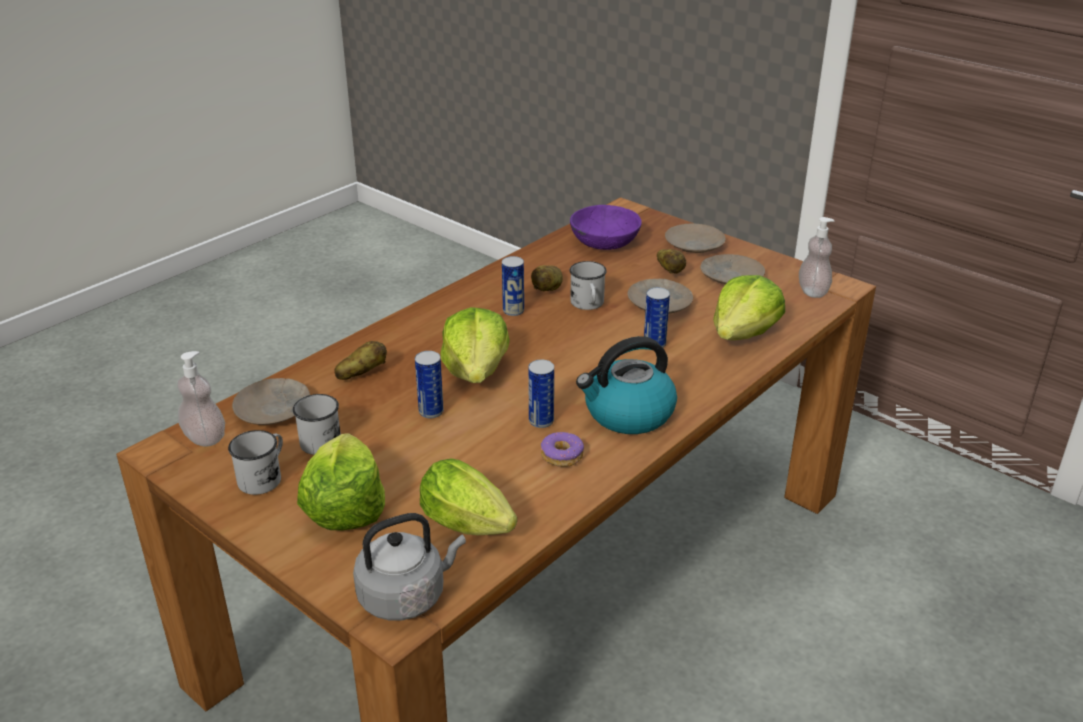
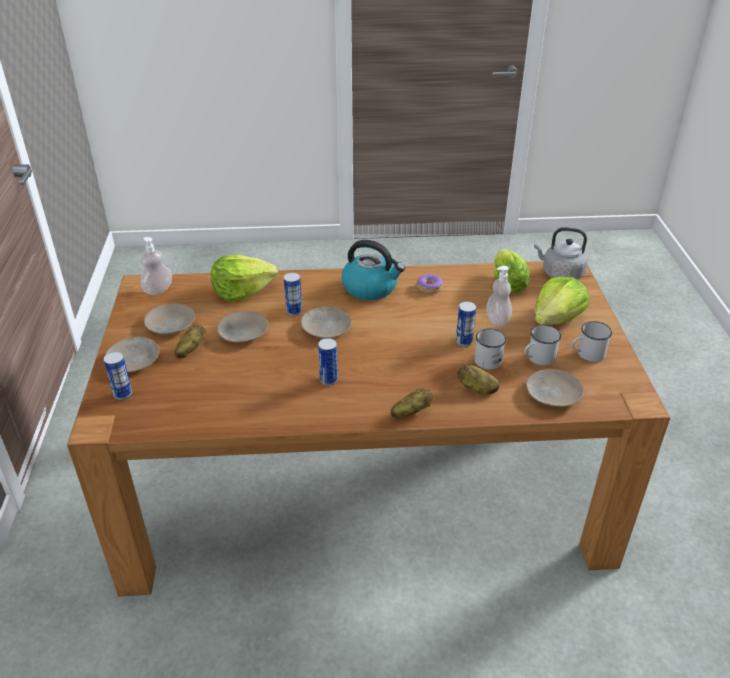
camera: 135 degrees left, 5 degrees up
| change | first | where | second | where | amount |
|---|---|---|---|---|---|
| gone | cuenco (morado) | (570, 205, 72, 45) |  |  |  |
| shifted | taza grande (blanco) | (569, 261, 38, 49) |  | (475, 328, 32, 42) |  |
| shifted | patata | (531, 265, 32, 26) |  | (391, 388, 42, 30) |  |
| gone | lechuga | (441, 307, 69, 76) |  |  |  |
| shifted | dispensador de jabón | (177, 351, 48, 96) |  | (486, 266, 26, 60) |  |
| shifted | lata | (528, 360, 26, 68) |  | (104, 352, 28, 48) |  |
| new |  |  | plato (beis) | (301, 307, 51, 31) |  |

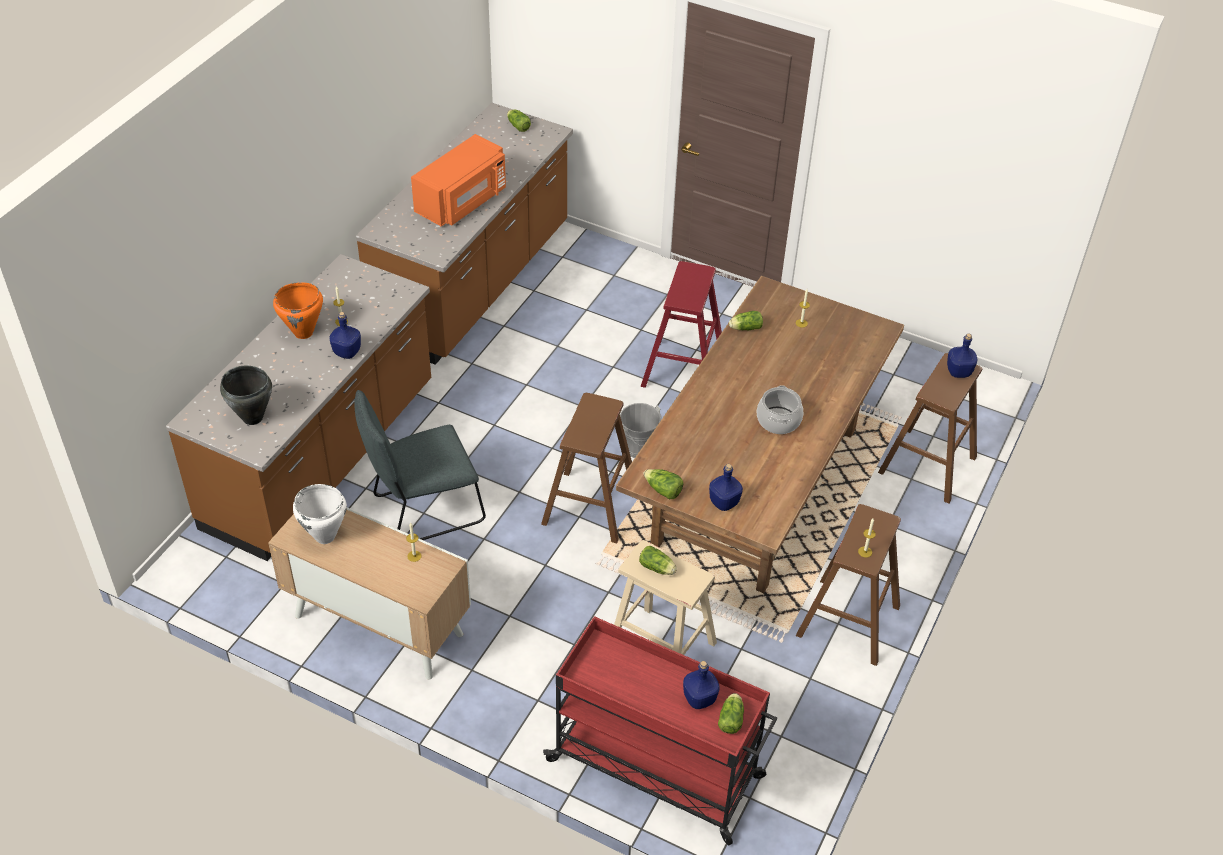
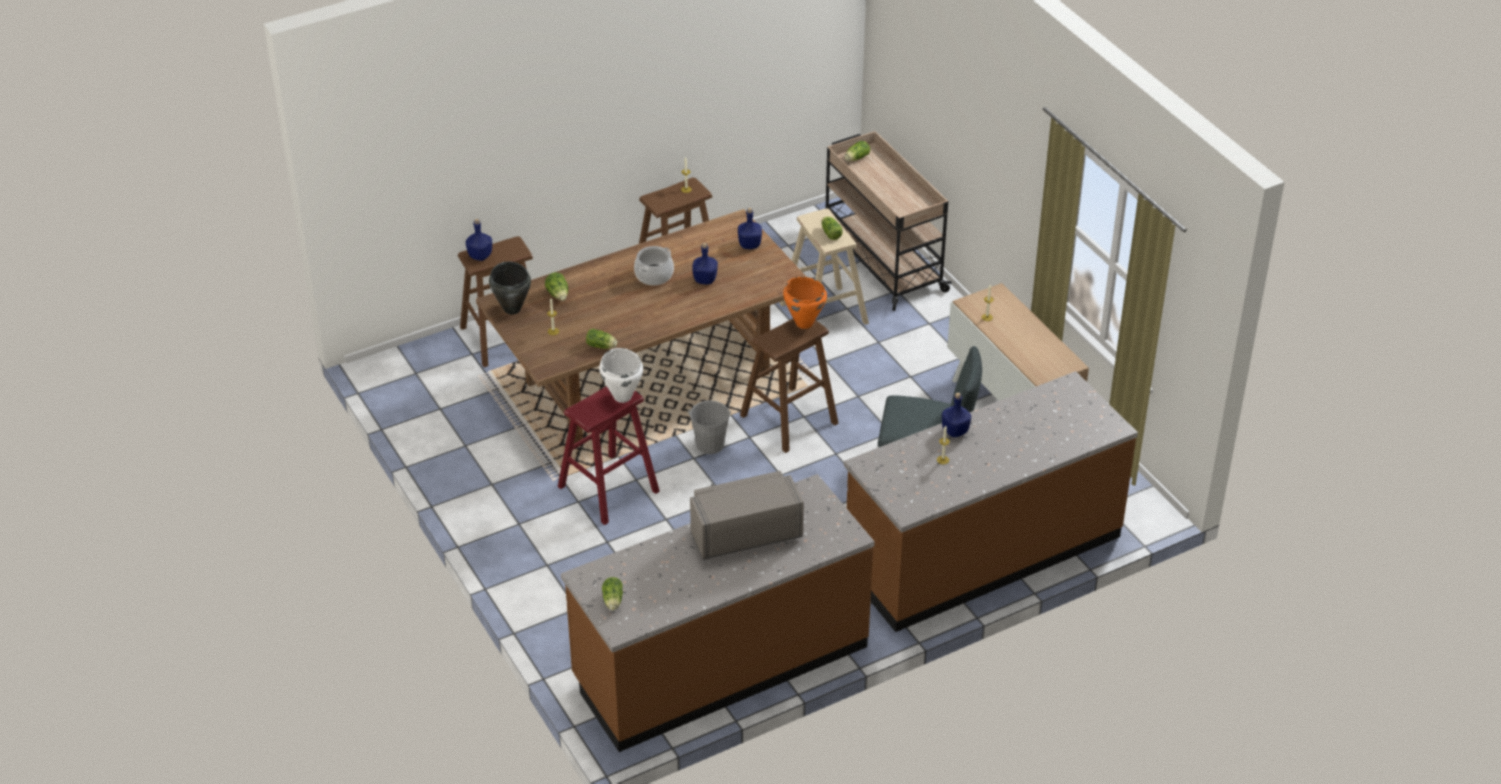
camera: 145 degrees left, 5 degrees down
| change | first | where | second | where | amount |
|---|---|---|---|---|---|
| repainted | microondas (naranja) | (411, 134, 95, 93) | microondas (gris) | (690, 471, 114, 89) |  |
| shifted | olla (naranja) | (273, 282, 50, 57) |  | (783, 277, 44, 52) |  |
| shifted | olla (negro) | (220, 366, 52, 59) |  | (489, 261, 42, 53) |  |
| shifted | lechuga | (643, 469, 41, 30) |  | (545, 272, 23, 29) |  |
| shifted | olla (blanco) | (293, 484, 54, 60) |  | (599, 348, 44, 55) |  |
| repainted | carrito (rojo) | (543, 616, 234, 229) | carrito (beis) | (826, 131, 126, 180) |  |
| shifted | botella (azul) | (683, 661, 37, 48) |  | (692, 243, 26, 41) |  |

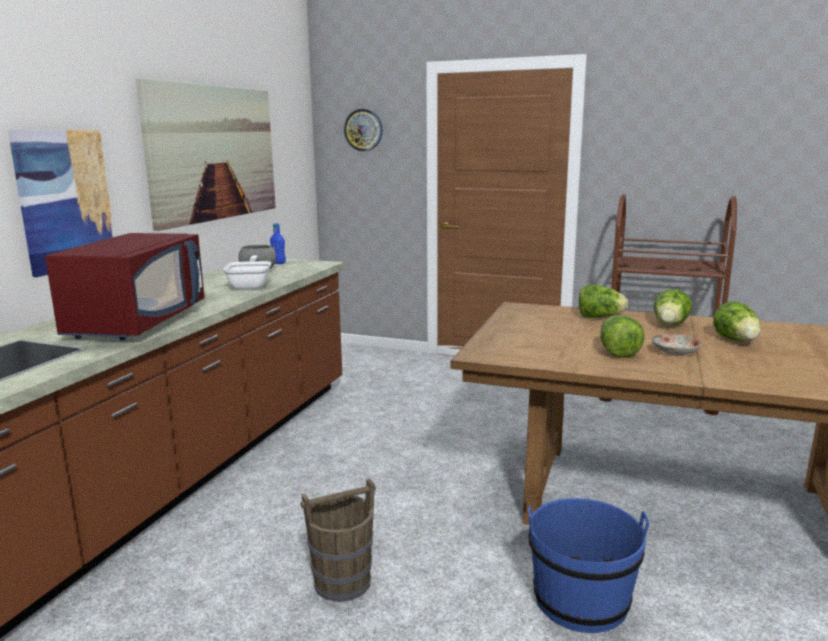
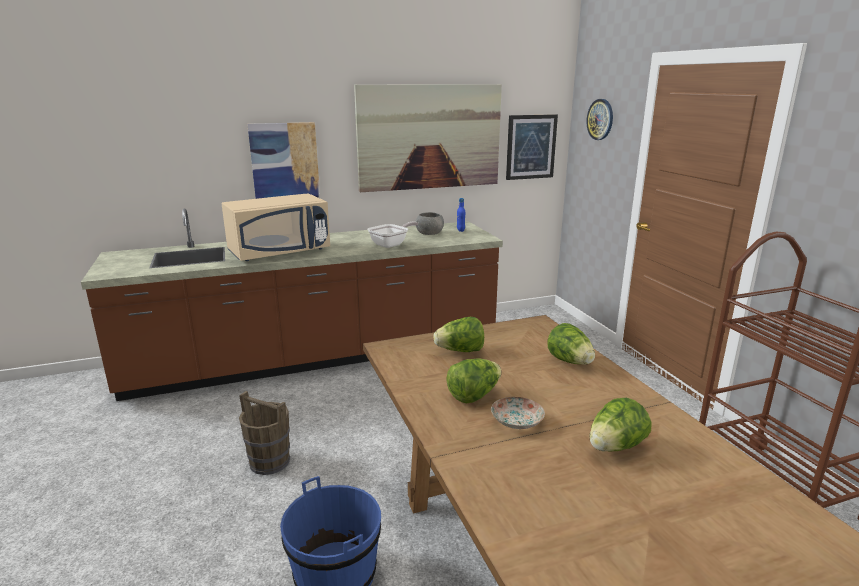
camera: 50 degrees right, 5 degrees up
| change | first | where | second | where | amount |
|---|---|---|---|---|---|
| repainted | microondas (rojo) | (45, 233, 159, 107) | microondas (beis) | (222, 193, 108, 68) |  |
| shifted | lechuga | (654, 289, 38, 36) |  | (434, 317, 50, 35) |  |
| new |  |  | cuadro | (506, 114, 52, 66) |  |

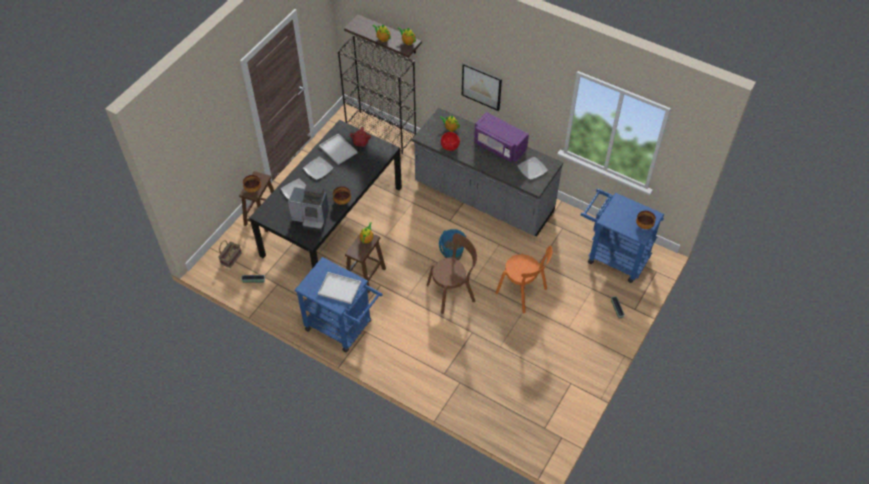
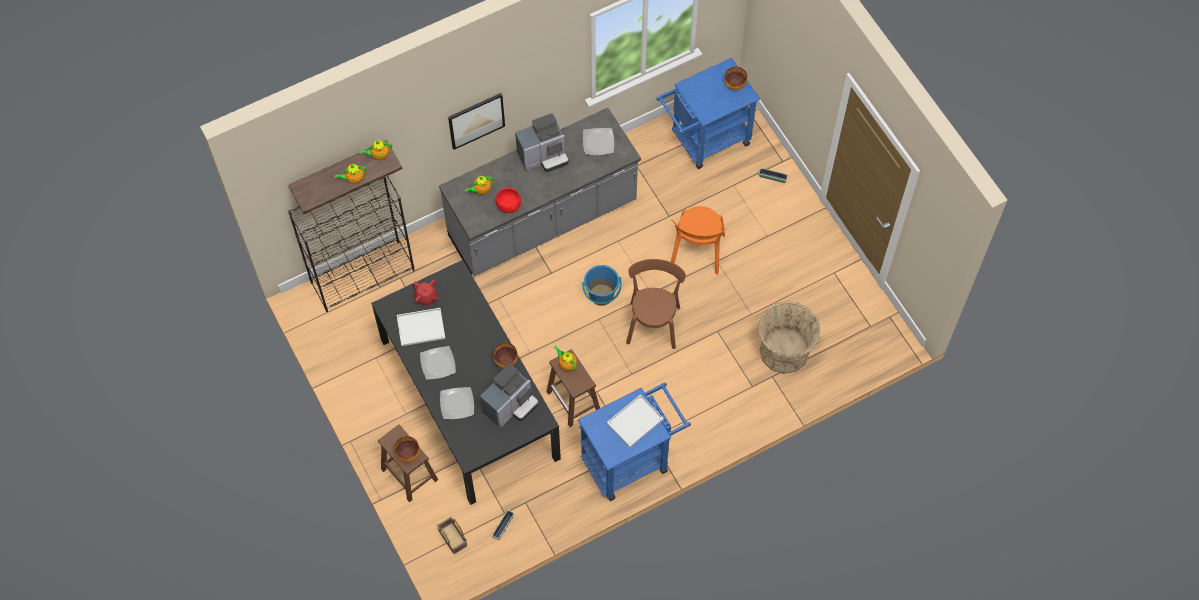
camera: 60 degrees left, 10 degrees up
| change | first | where | second | where | amount |
|---|---|---|---|---|---|
| swapped | microondas (morado) | (474, 112, 55, 50) | cafetera | (515, 113, 54, 59) |  |
| rotated | silla (naranja) | (496, 246, 56, 67) |  | (671, 206, 56, 69) | 120 degrees clockwise |
| new |  |  | cesta | (758, 301, 62, 73) |  |

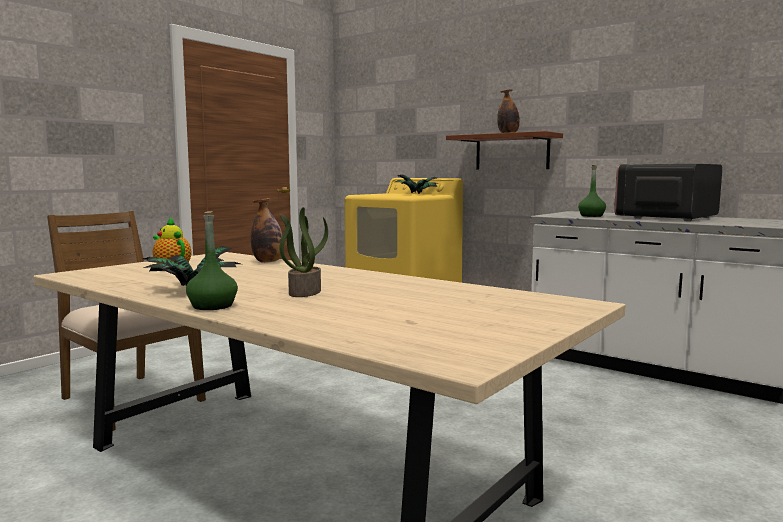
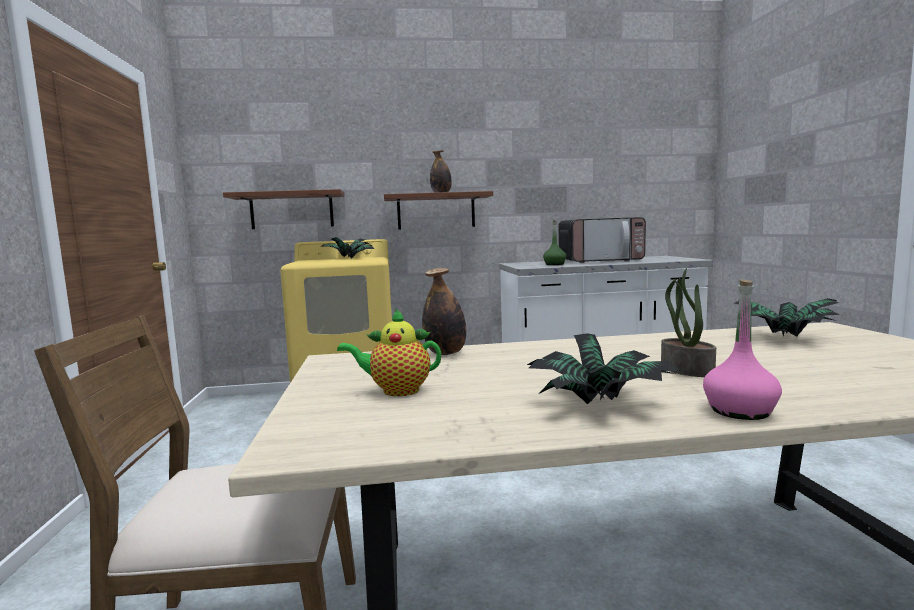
camera: 45 degrees left, 0 degrees up
| change | first | where | second | where | amount |
|---|---|---|---|---|---|
| rotated | microondas | (614, 164, 108, 57) |  | (558, 217, 88, 46) | 90 degrees counterclockwise |
| repainted | botella (verde) | (186, 211, 52, 99) | botella (rosa) | (703, 280, 79, 140) |  |
| new |  |  | estante (marrón) | (223, 189, 122, 40) |  |
| new |  |  | planta en maceta | (734, 298, 106, 39) |  |

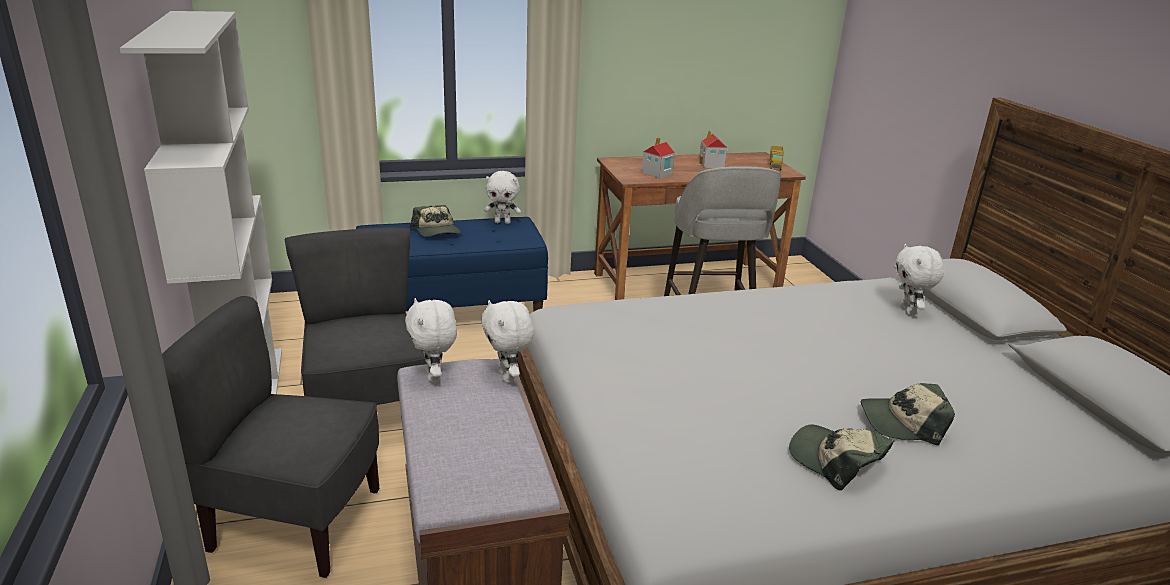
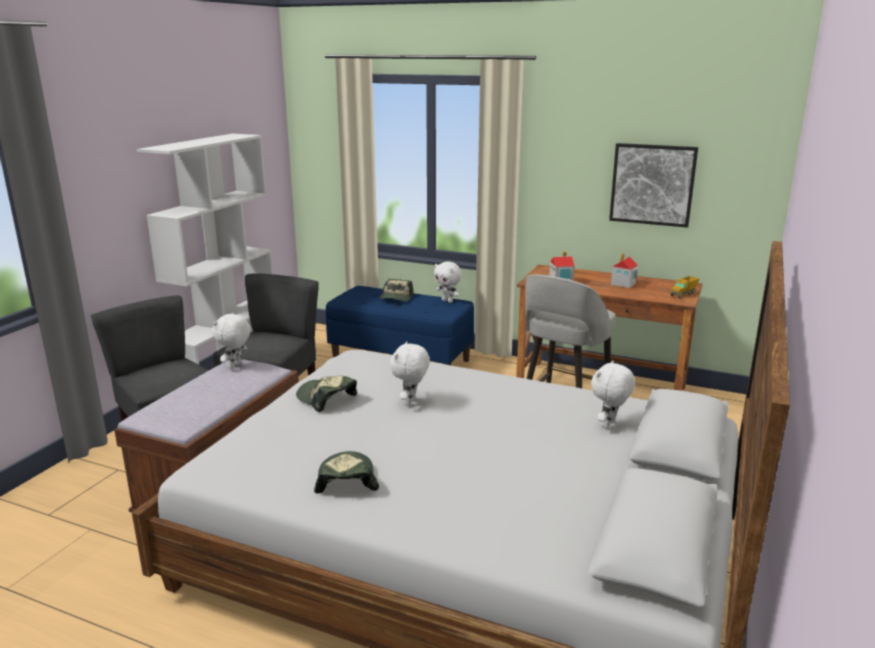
camera: 40 degrees right, 5 degrees down
| change | first | where | second | where | amount |
|---|---|---|---|---|---|
| shifted | peluche (blanco) | (481, 300, 53, 83) |  | (390, 341, 40, 65) |  |
| shifted | gorra | (861, 383, 94, 62) |  | (296, 376, 61, 36) |  |
| new |  |  | cuadro | (609, 143, 89, 85) |  |

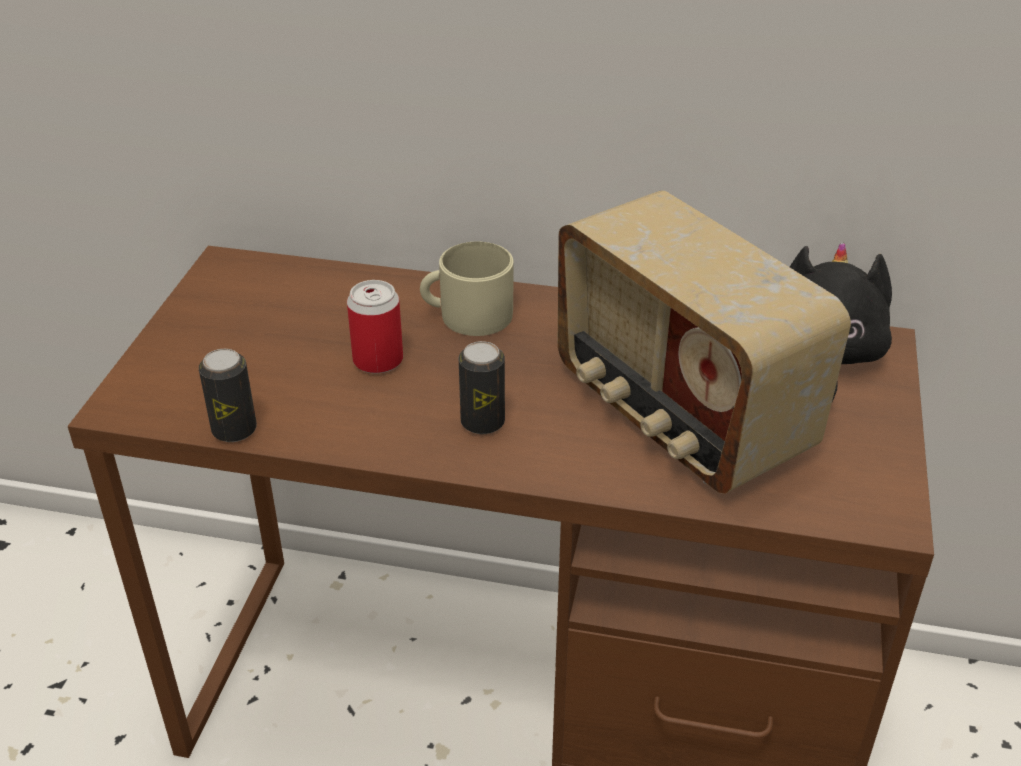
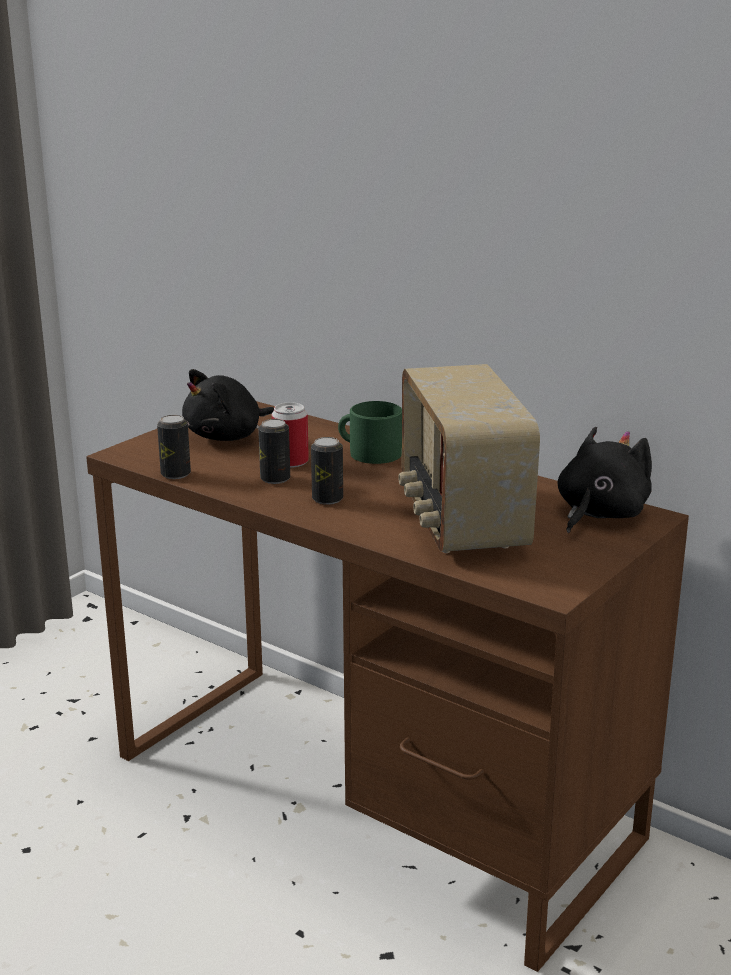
camera: 25 degrees right, 15 degrees down
| change | first | where | second | where | amount |
|---|---|---|---|---|---|
| repainted | taza grande (beis) | (420, 242, 93, 94) | taza grande (verde) | (338, 401, 64, 63) |  |
| new |  |  | peluche (negro) | (182, 369, 92, 72) |  |
| new |  |  | lata | (258, 419, 32, 65) |  |

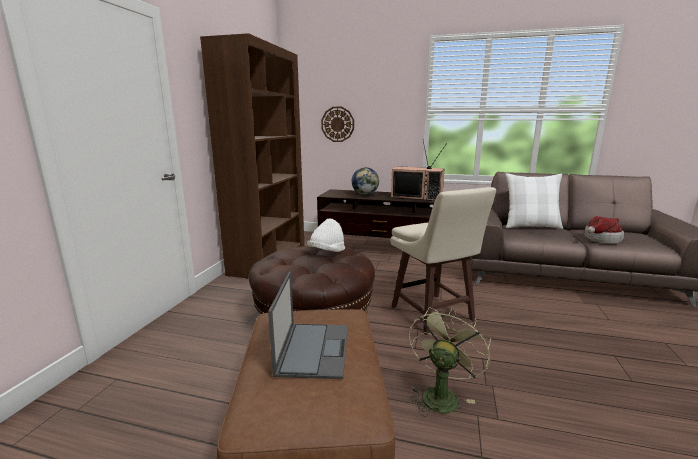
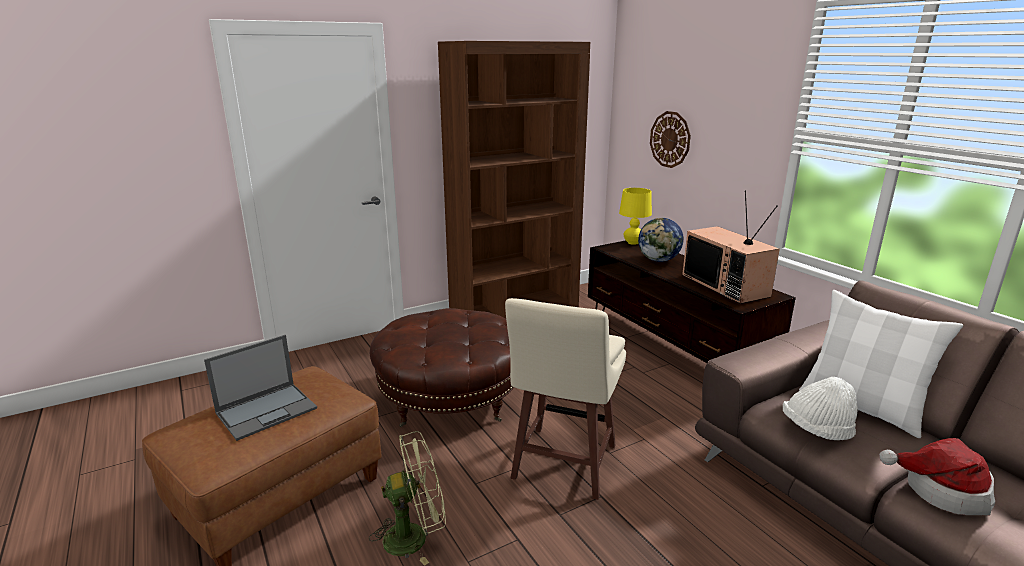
camera: 45 degrees right, 5 degrees up
| change | first | where | second | where | amount |
|---|---|---|---|---|---|
| shifted | sombrero (blanco) | (307, 218, 38, 34) |  | (783, 377, 75, 63) |  |
| new |  |  | lámpara de mesa (amarillo) | (619, 188, 33, 57) |  |

